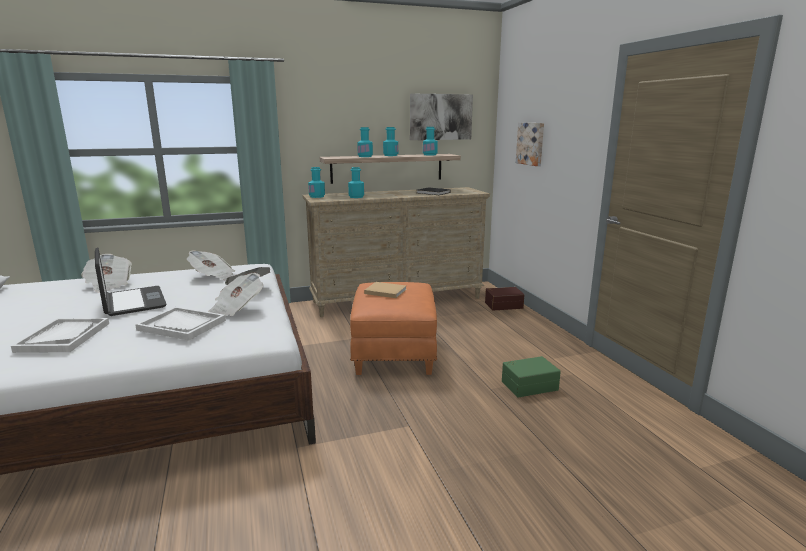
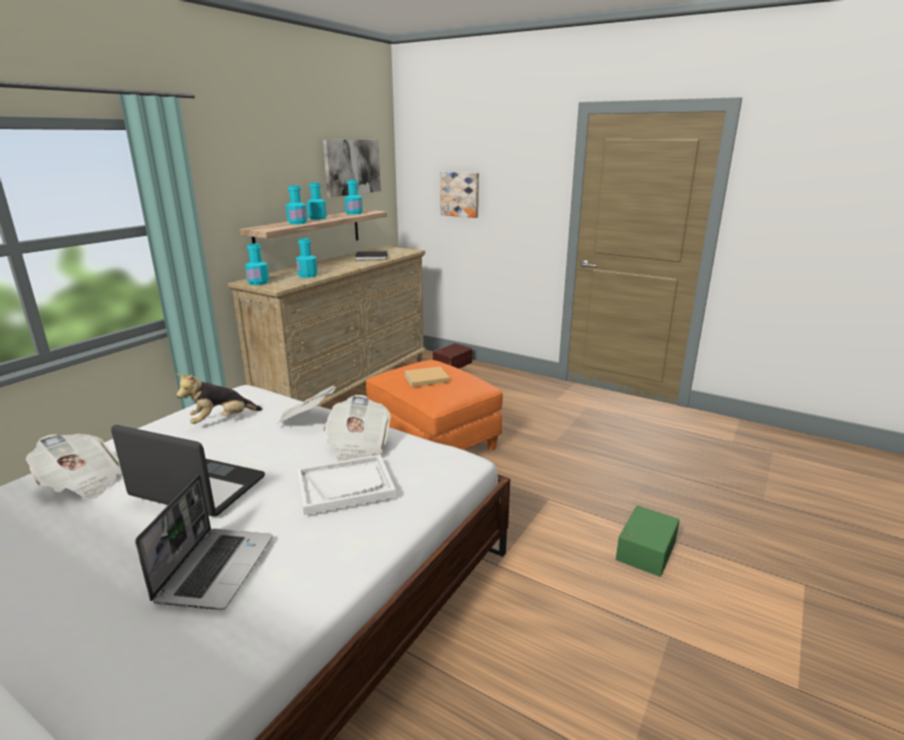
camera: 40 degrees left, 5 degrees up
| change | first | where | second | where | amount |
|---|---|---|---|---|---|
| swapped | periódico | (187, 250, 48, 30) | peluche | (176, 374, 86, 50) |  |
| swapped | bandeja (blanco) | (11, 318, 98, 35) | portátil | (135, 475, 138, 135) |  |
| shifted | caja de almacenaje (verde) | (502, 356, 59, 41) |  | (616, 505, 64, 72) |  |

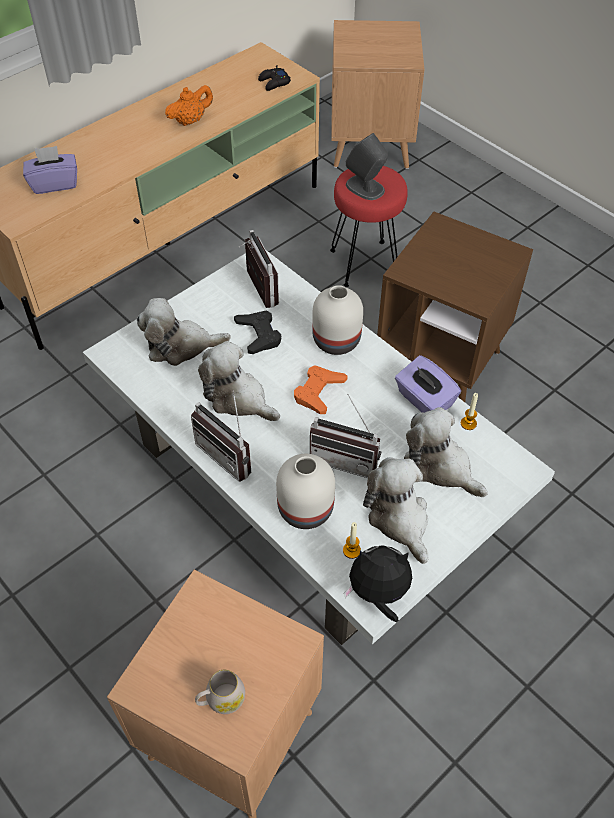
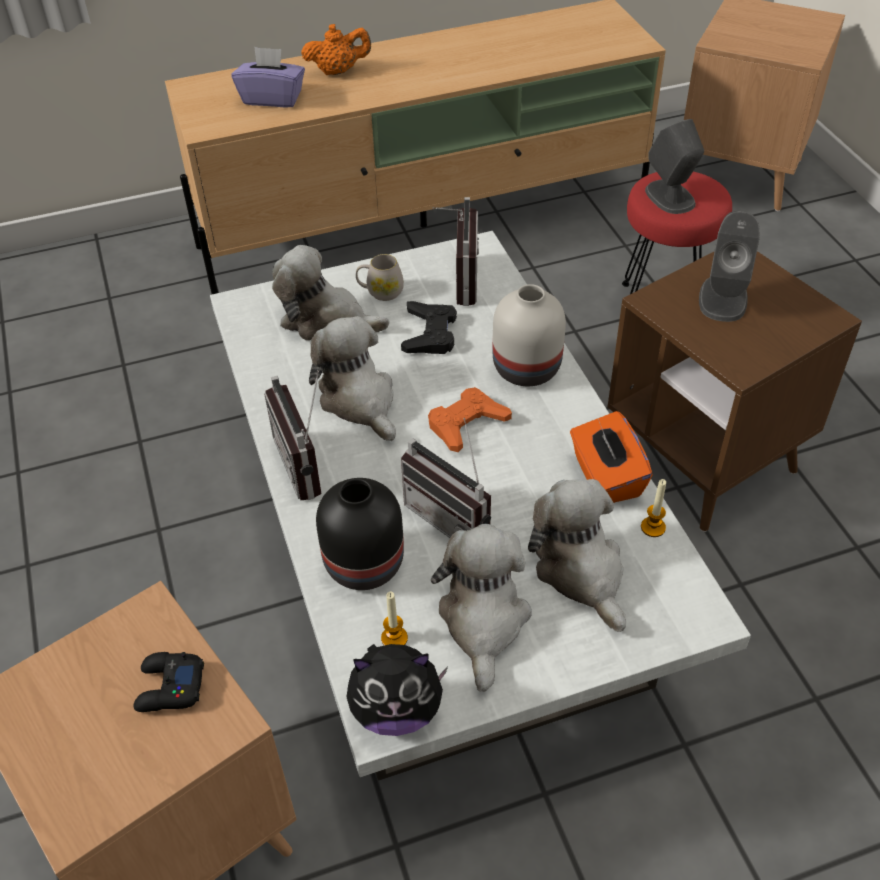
camera: 25 degrees right, 5 degrees down
| change | first | where | second | where | amount |
|---|---|---|---|---|---|
| shifted | mando de consola (negro) | (258, 65, 33, 26) |  | (134, 652, 70, 60) |  |
| shifted | tetera (naranja) | (165, 85, 48, 41) |  | (301, 24, 70, 51) |  |
| repainted | caja de pañuelos (morado) | (395, 355, 66, 58) | caja de pañuelos (naranja) | (570, 411, 83, 92) |  |
| repainted | florero (blanco) | (276, 454, 59, 75) | florero (negro) | (316, 478, 88, 112) |  |
| rotated | peluche | (344, 545, 68, 77) |  | (347, 644, 101, 92) | 150 degrees clockwise |
| shifted | taza grande (blanco) | (195, 670, 50, 44) |  | (356, 254, 48, 47) |  |
| new |  |  | altavoz (gris) | (699, 211, 61, 111) |  |

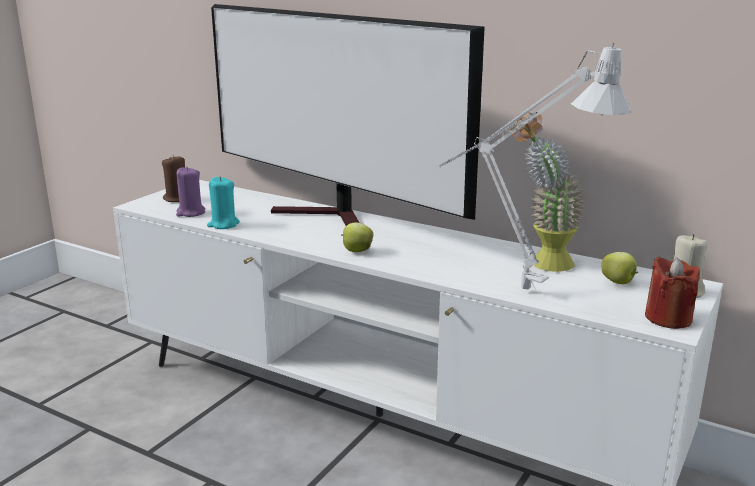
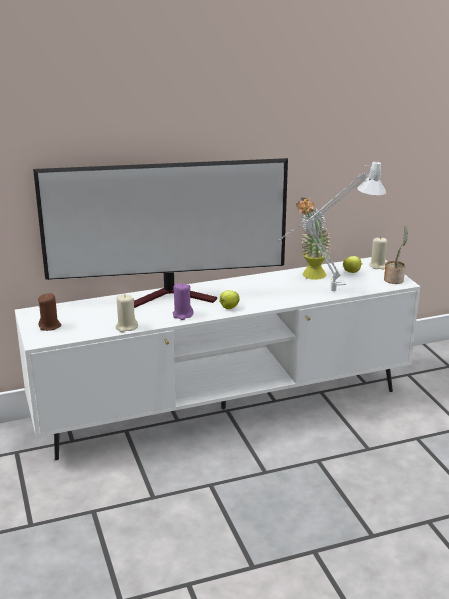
camera: 50 degrees left, 5 degrees up
| change | first | where | second | where | amount |
|---|---|---|---|---|---|
| shifted | vela (morado) | (176, 166, 29, 51) |  | (173, 283, 21, 37) |  |
| repainted | vela (turquesa) | (207, 177, 33, 52) | vela (beis) | (115, 294, 23, 38) |  |
| swapped | vela (rojo) | (645, 256, 55, 73) | planta en maceta | (384, 226, 24, 58) |  |

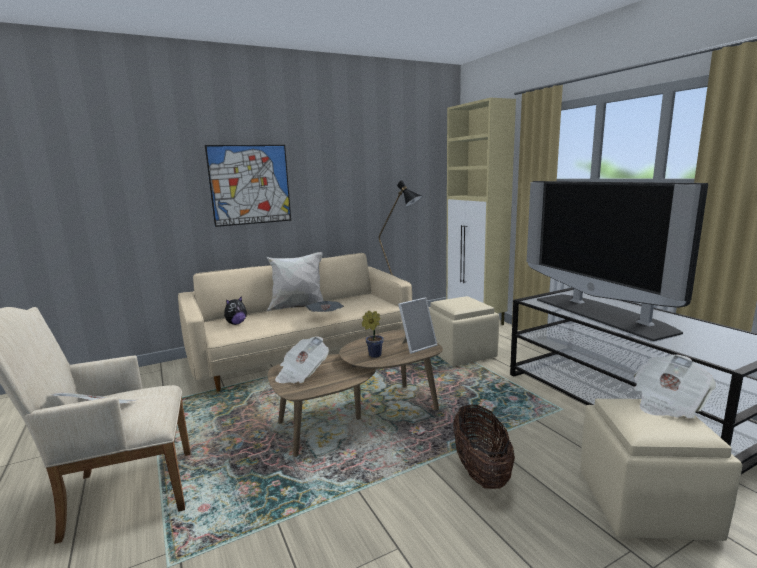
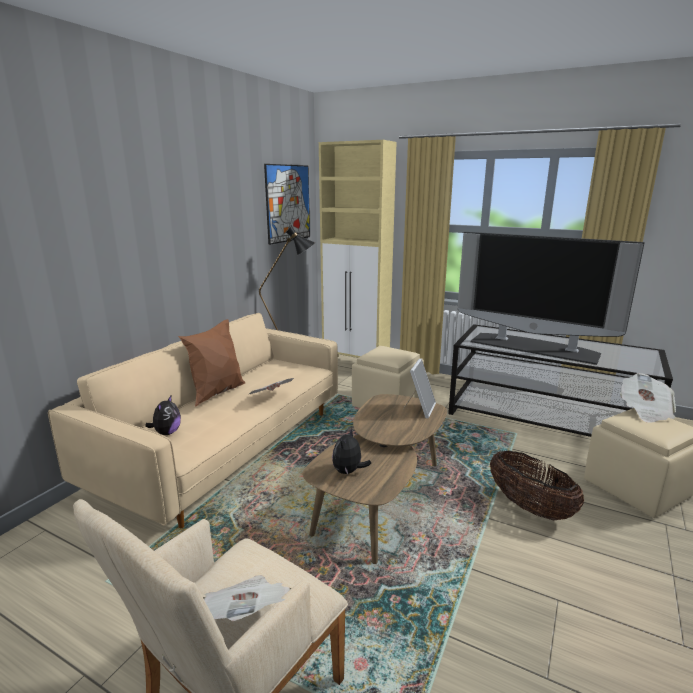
camera: 35 degrees left, 5 degrees up
| change | first | where | second | where | amount |
|---|---|---|---|---|---|
| shifted | cuadro | (205, 145, 86, 82) |  | (264, 164, 46, 81) |  |
| repainted | cojín (blanco) | (267, 252, 56, 59) | cojín (marrón) | (178, 319, 67, 87) |  |
| gone | planta en maceta | (362, 311, 22, 47) |  |  |  |
| swapped | periódico | (275, 336, 54, 47) | peluche | (332, 429, 39, 45) |  |

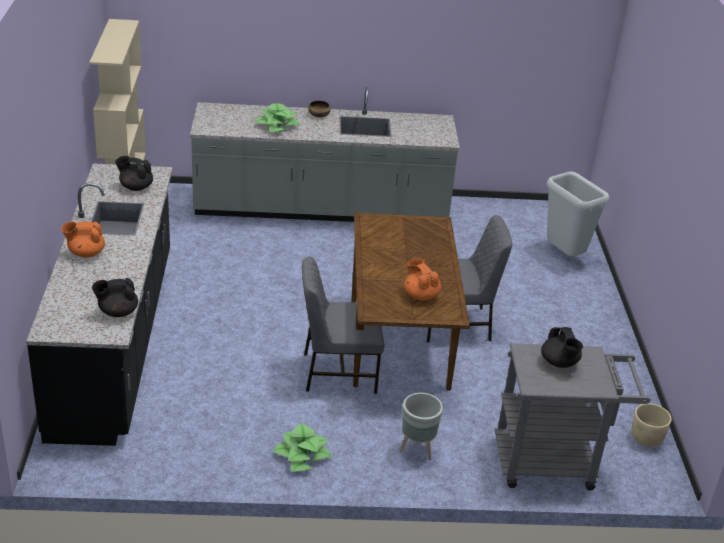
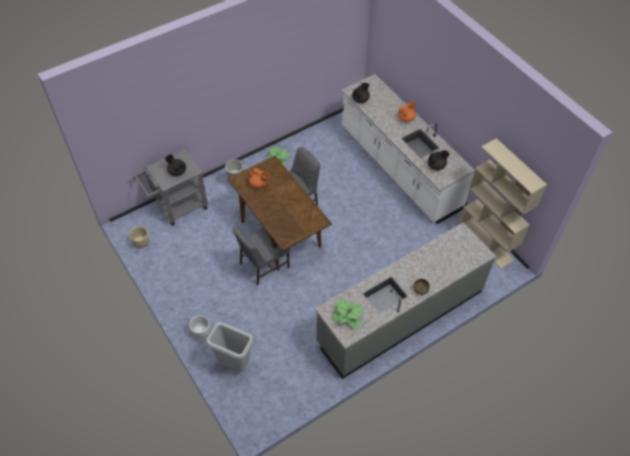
camera: 150 degrees right, 20 degrees up
| change | first | where | second | where | amount |
|---|---|---|---|---|---|
| shifted | planta en maceta | (255, 103, 46, 29) |  | (333, 299, 30, 31) |  |
| repainted | mueble bajo de cocina (negro) | (26, 163, 146, 283) | mueble bajo de cocina (blanco) | (341, 74, 134, 150) |  |
| new |  |  | maceta (blanco) | (189, 315, 21, 24) |  |

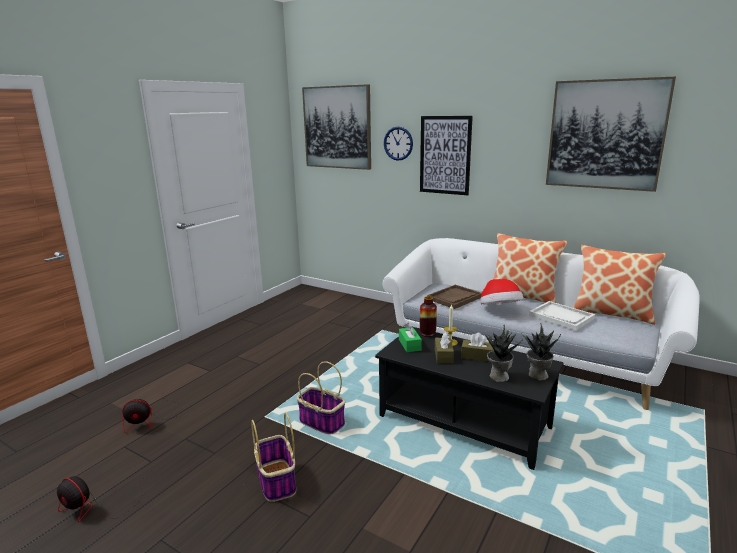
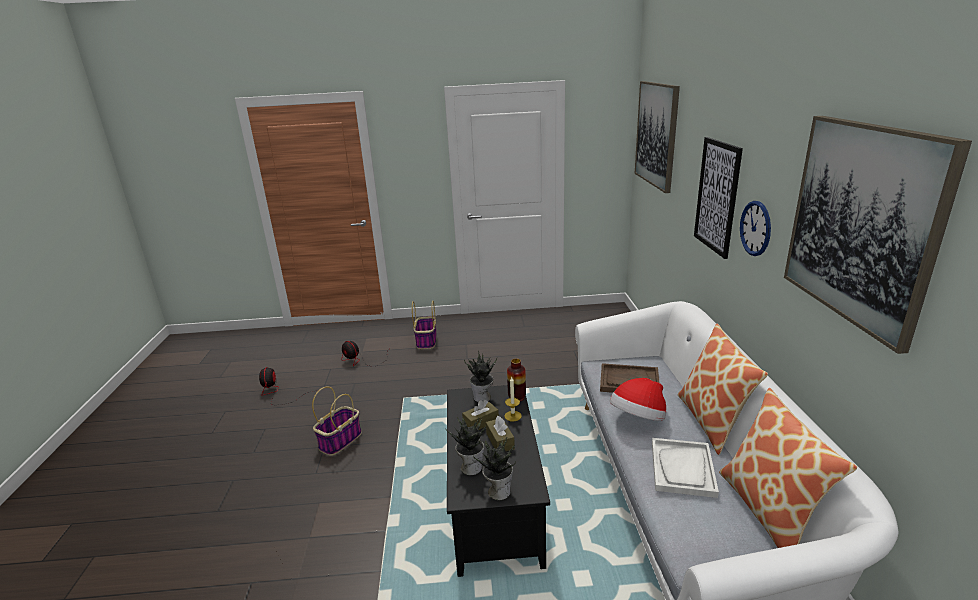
camera: 55 degrees right, 5 degrees up
| change | first | where | second | where | amount |
|---|---|---|---|---|---|
| shifted | reloj de pared | (384, 127, 29, 34) |  | (740, 201, 31, 55) |  |
| swapped | caja de pañuelos (verde) | (399, 323, 23, 29) | planta en maceta | (464, 350, 33, 52) |  |
| shifted | cesta | (297, 361, 48, 73) |  | (412, 300, 25, 49) |  |

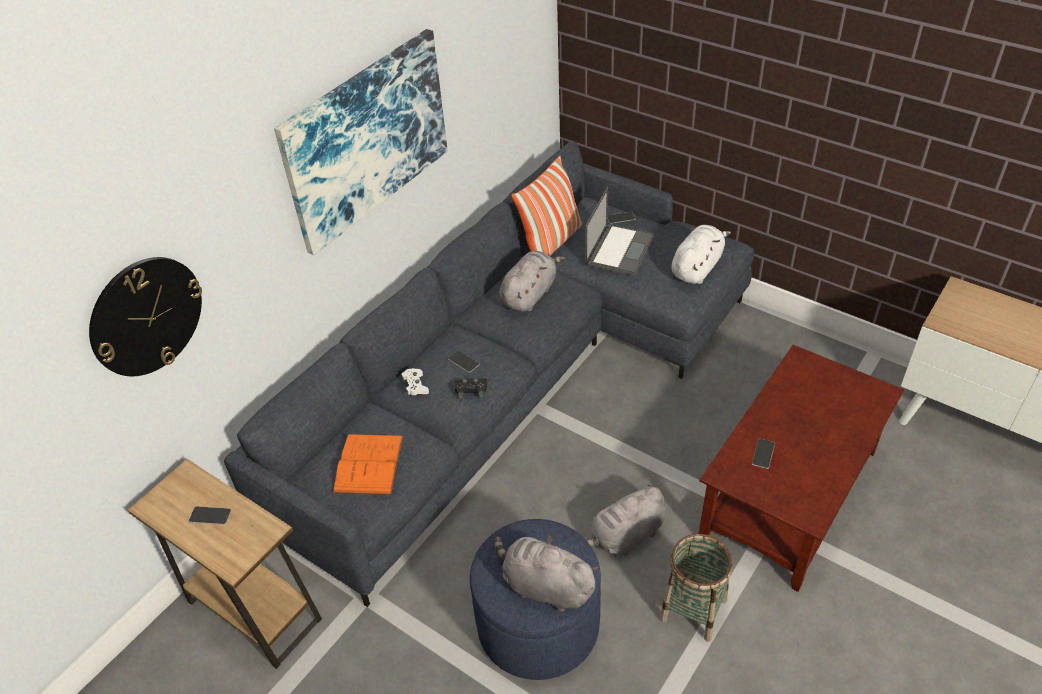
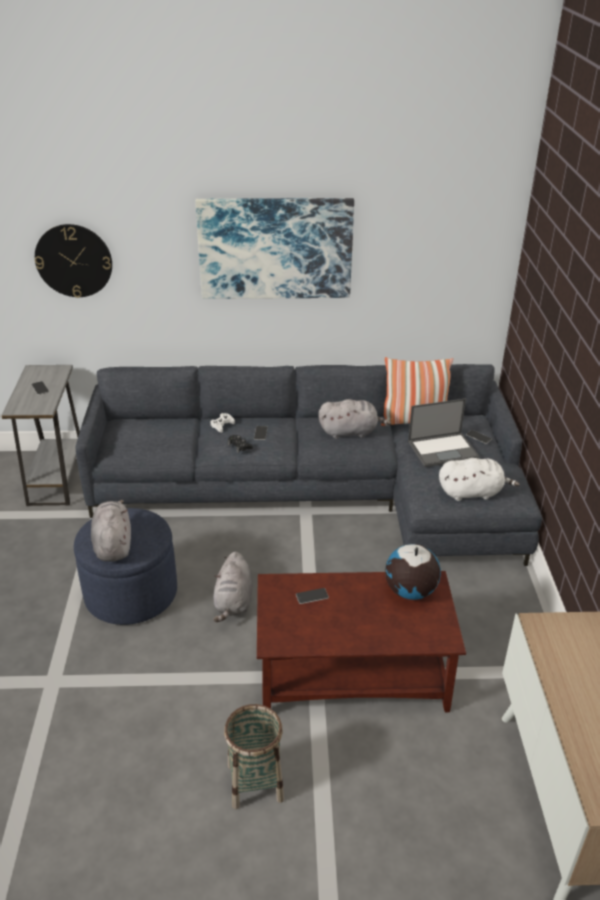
camera: 50 degrees right, 10 degrees down
| change | first | where | second | where | amount |
|---|---|---|---|---|---|
| gone | libro (naranja) | (333, 434, 71, 61) |  |  |  |
| repainted | mesa auxiliar (marrón) | (128, 459, 194, 210) | mesa auxiliar (gris) | (1, 365, 79, 141) |  |
| rotated | peluche (gris) | (585, 485, 80, 70) |  | (213, 551, 40, 71) | 105 degrees counterclockwise |
| shifted | cesta | (660, 534, 73, 107) |  | (224, 704, 60, 105) |  |
| new |  |  | globo terráqueo | (385, 544, 56, 56) |  |

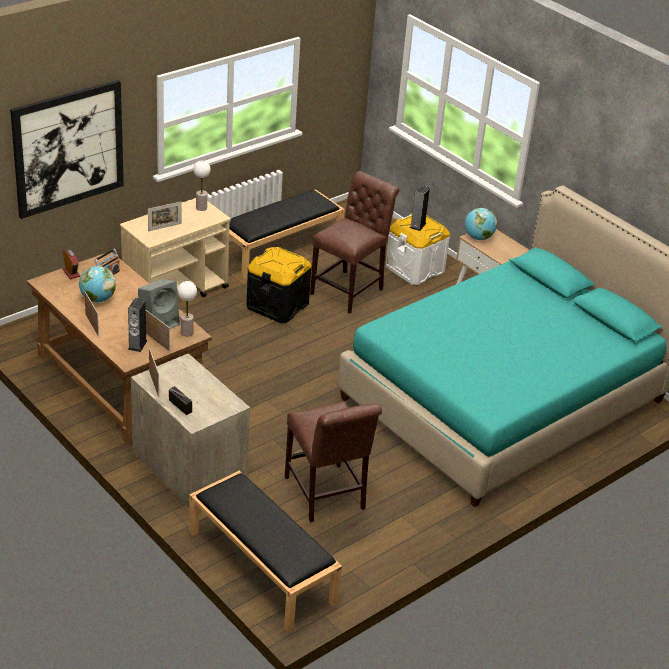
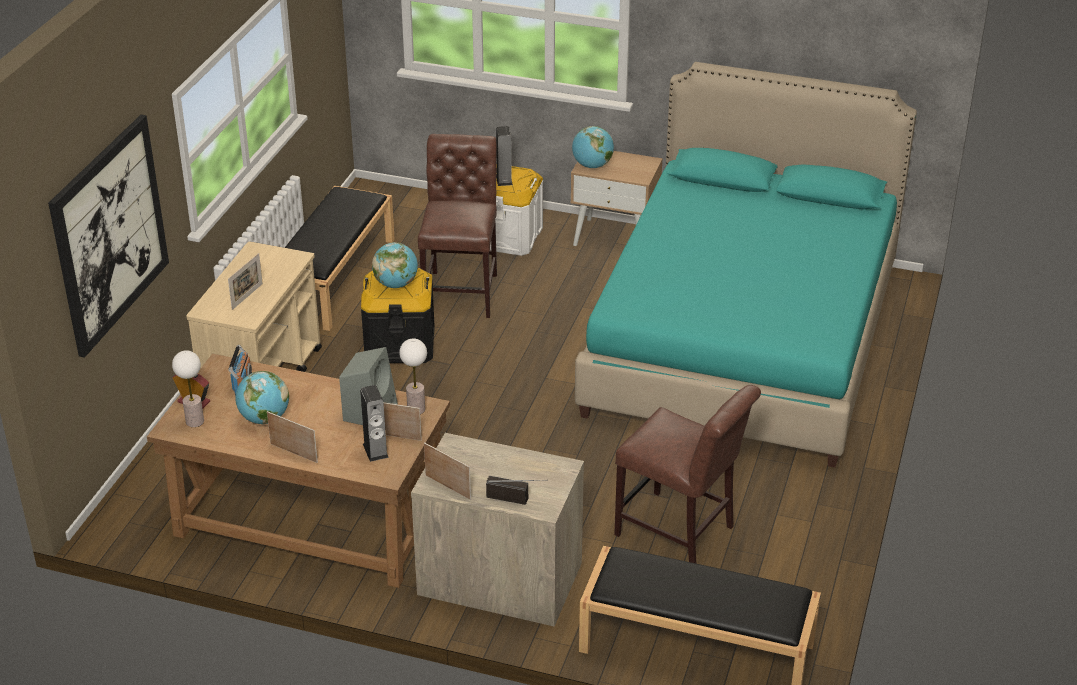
camera: 30 degrees left, 0 degrees up
| change | first | where | second | where | amount |
|---|---|---|---|---|---|
| shifted | lámpara de mesa | (193, 161, 18, 50) |  | (172, 350, 32, 77) |  |
| new |  |  | globo terráqueo | (372, 242, 46, 46) |  |

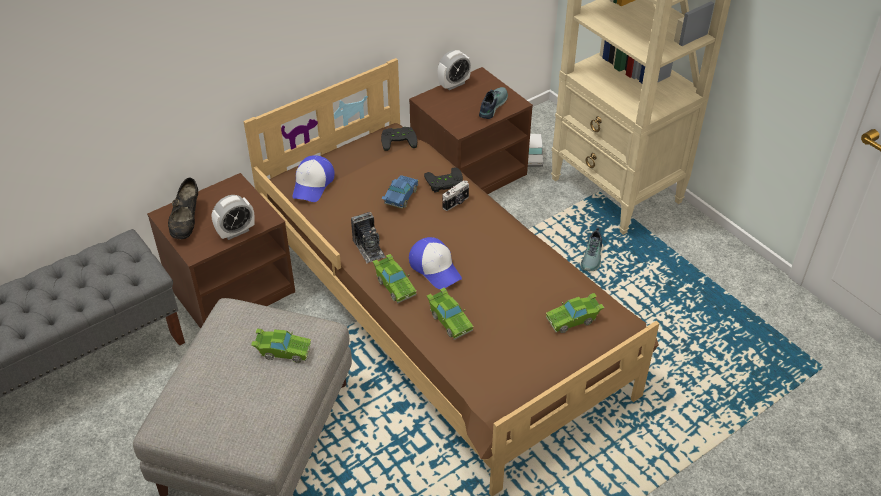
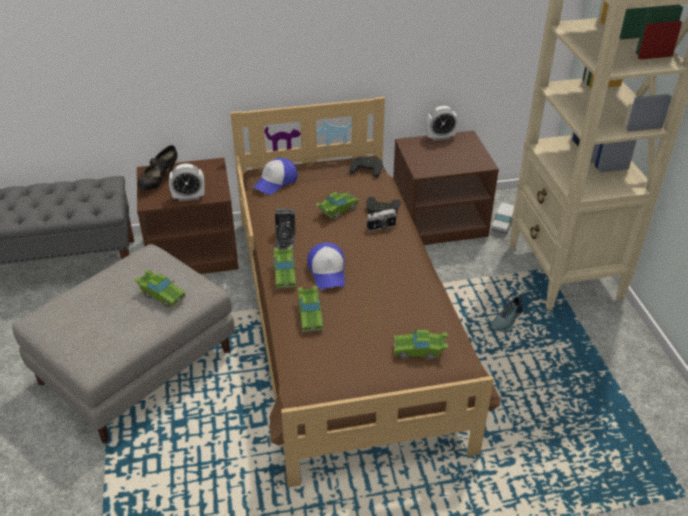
camera: 25 degrees right, 5 degrees down
| change | first | where | second | where | amount |
|---|---|---|---|---|---|
| gone | zapato | (479, 87, 29, 32) |  |  |  |
| repainted | coche de juguete (azul) | (381, 175, 38, 34) | coche de juguete (verde) | (316, 192, 43, 27) |  |

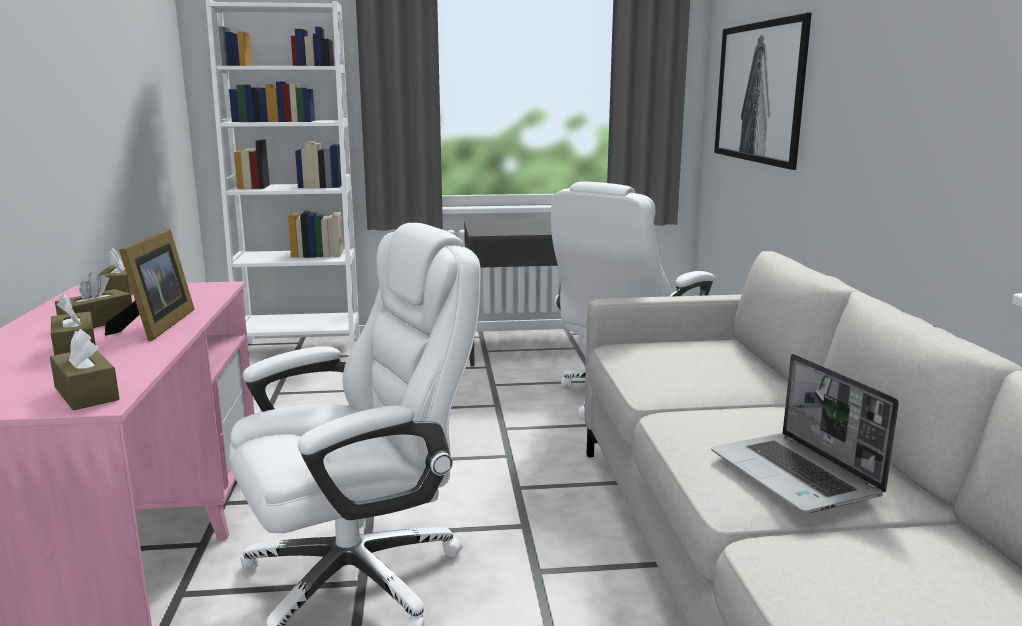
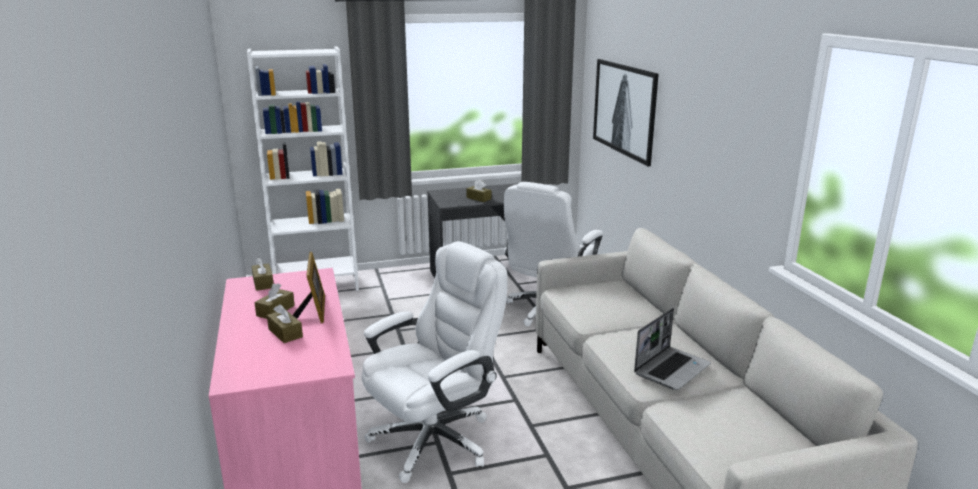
camera: 10 degrees left, 5 degrees up
| change | first | where | second | where | amount |
|---|---|---|---|---|---|
| shifted | caja de pañuelos (marrón) | (50, 329, 69, 81) |  | (466, 180, 25, 22) |  |
| rotated | portátil | (711, 354, 188, 159) |  | (634, 308, 77, 82) | 105 degrees counterclockwise |

